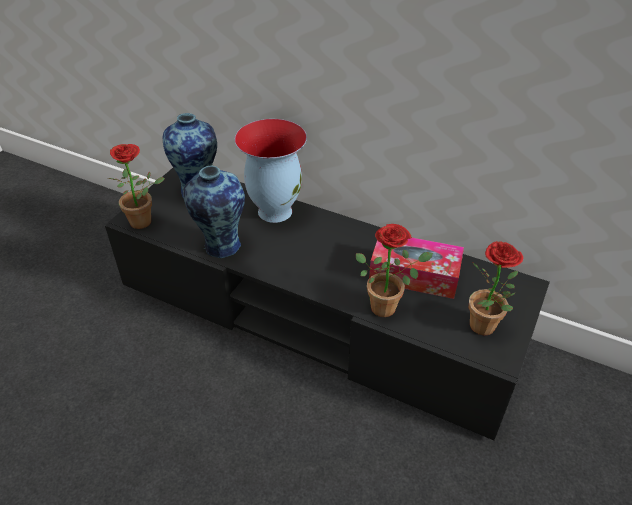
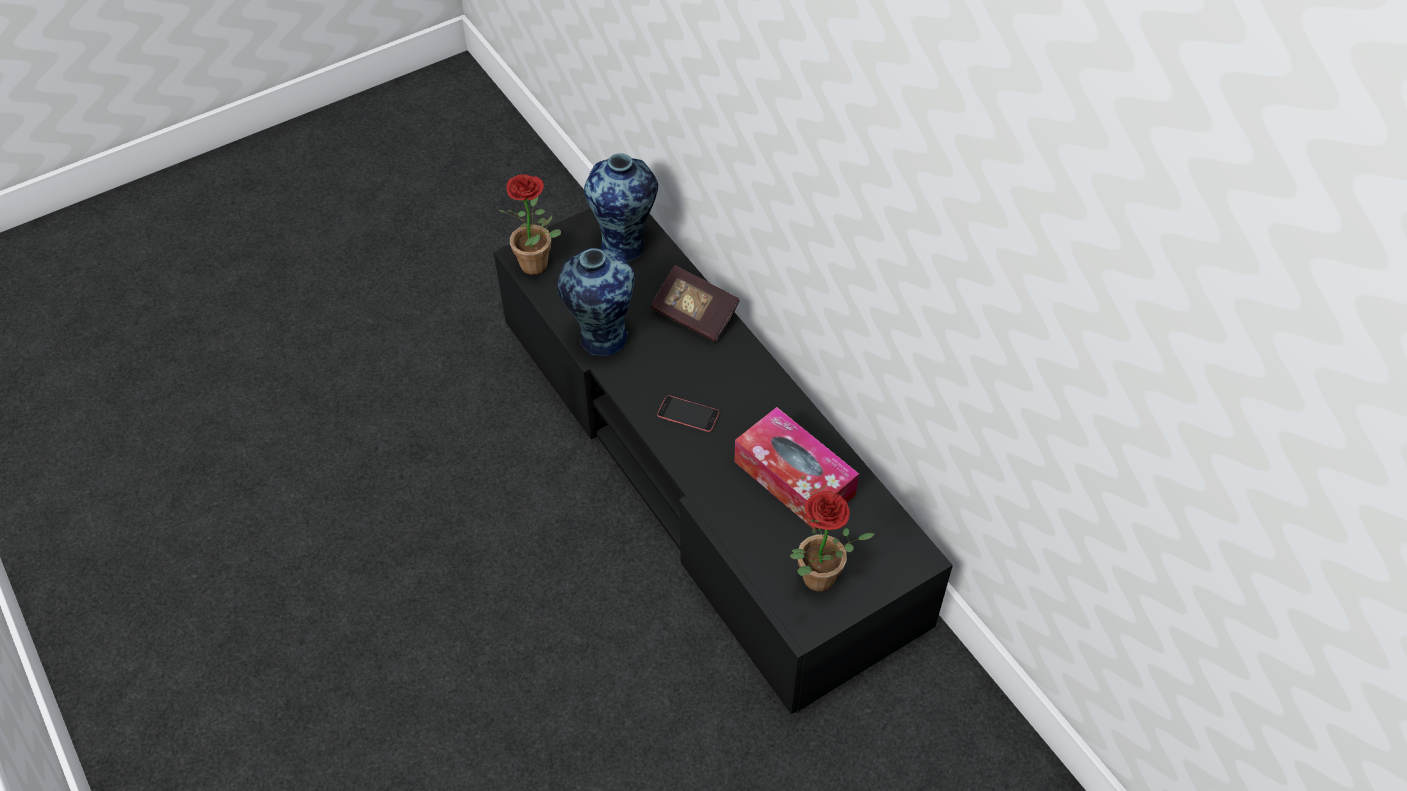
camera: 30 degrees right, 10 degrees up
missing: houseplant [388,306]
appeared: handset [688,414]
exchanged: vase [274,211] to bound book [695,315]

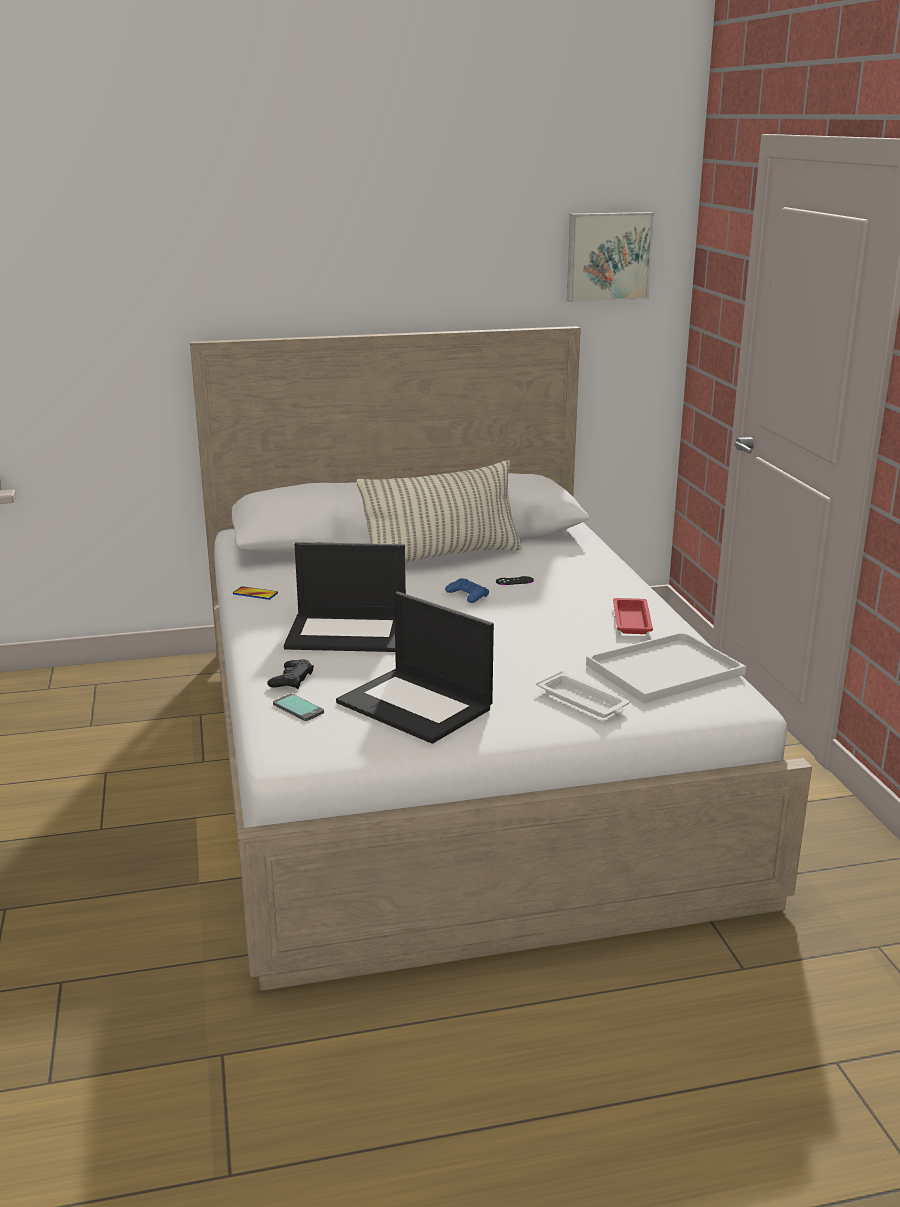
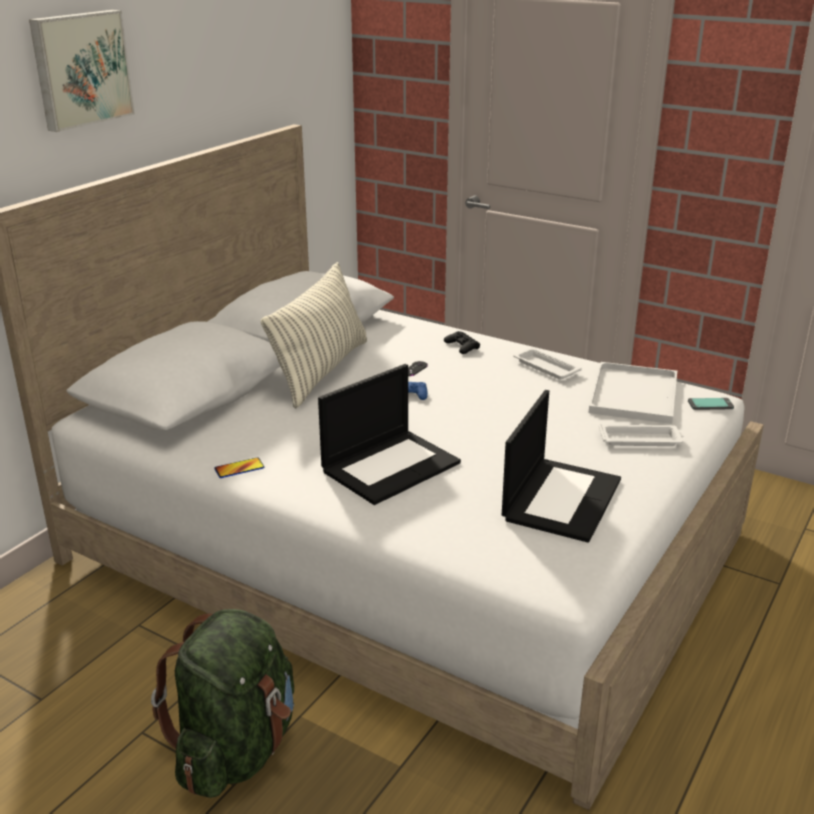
camera: 45 degrees left, 5 degrees up
appeared: green-coloured backpack [236,749]
relocated: black-coloured gamepad [291,679] to [462,346]; handset [298,708] to [710,404]; picture [608,256] to [80,69]
colour: reddish serving tray [631,620] to white serving tray [545,367]
spun: laptop [416,705] = [561,498] 60 degrees counterclockwise

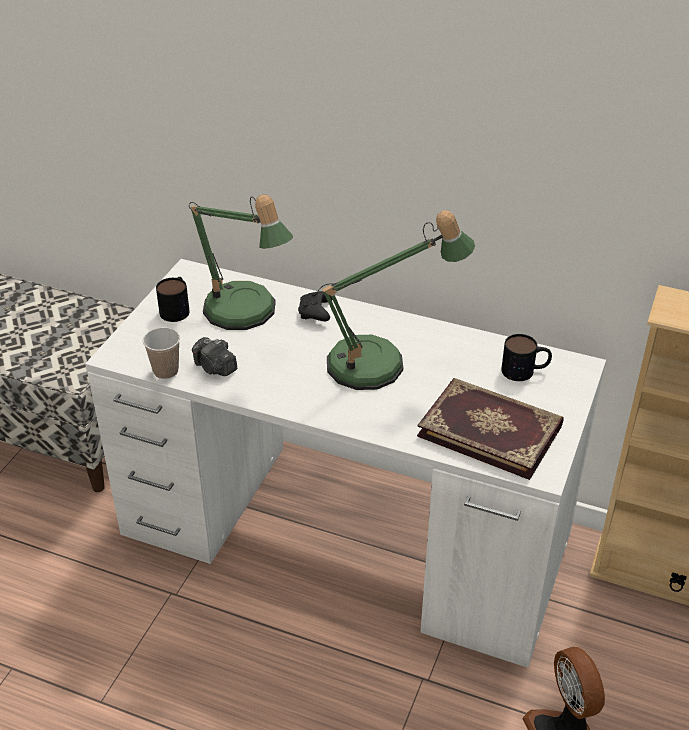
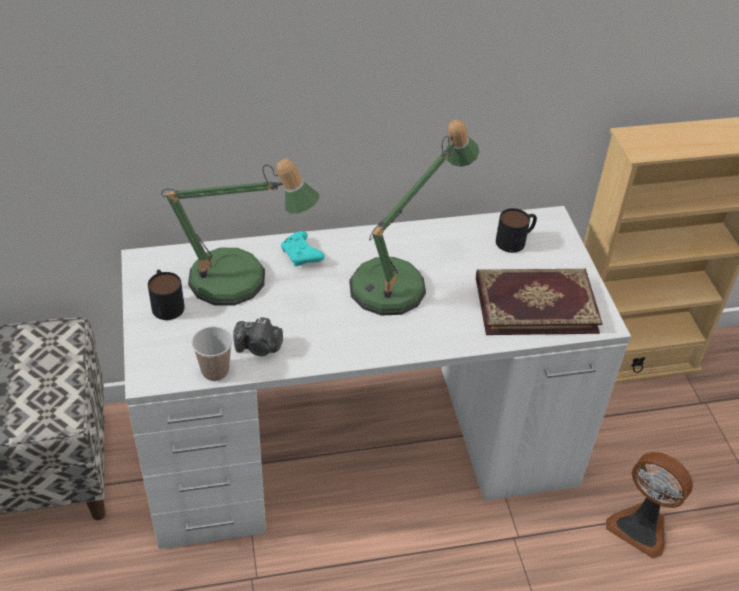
camera: 35 degrees left, 5 degrees up
colour: black-coloured gamepad [316,313] to blue-green gamepad [302,256]

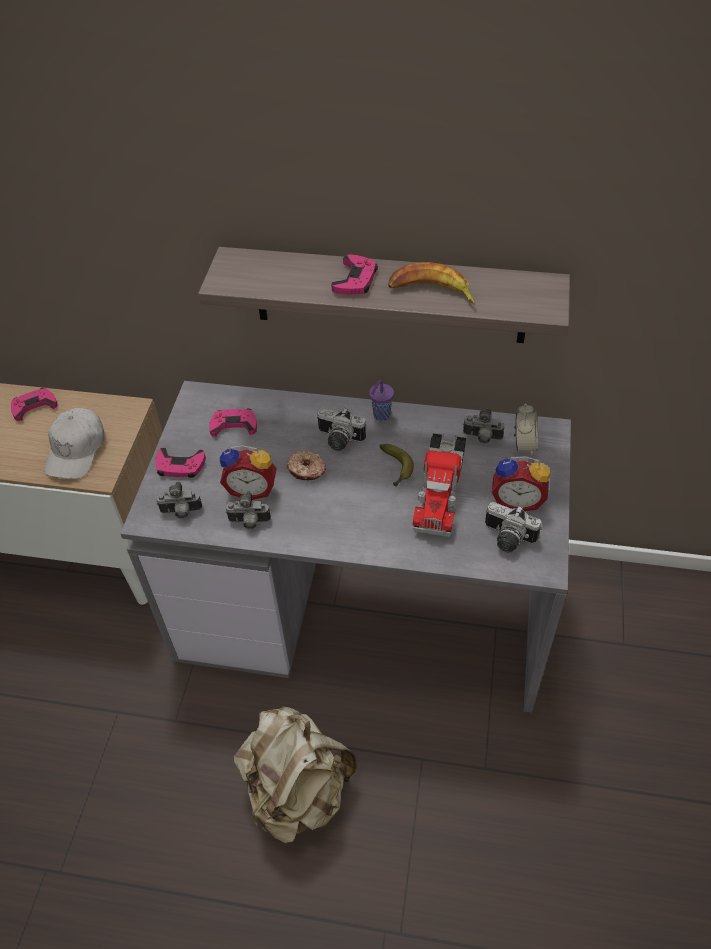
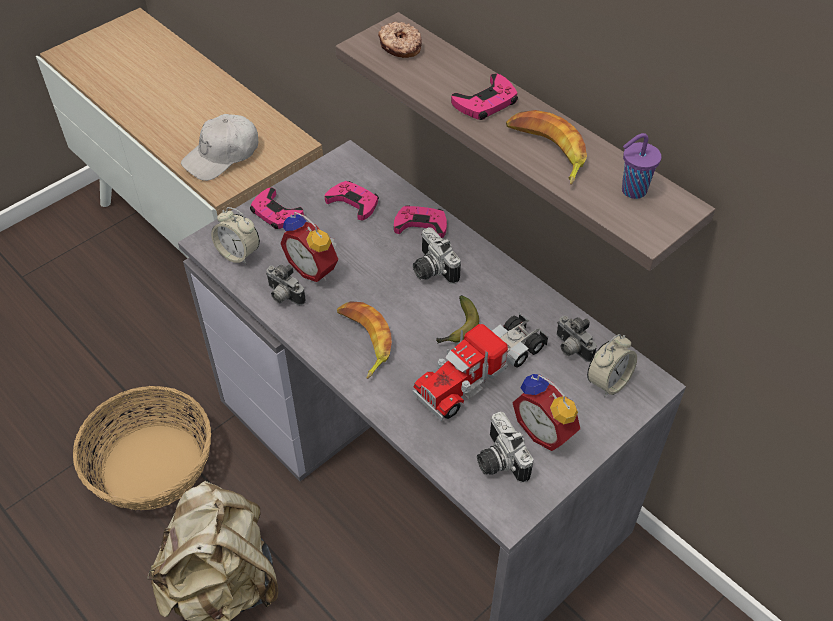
camera: 35 degrees right, 0 degrees up
appeared: basket [153,465]; banana fruit [363,341]
relocated: pinkish gamepad [34,406] to [421,225]; ring doughnut [306,470] to [400,47]; purplish small cup [381,415] to [632,191]
exchanged: photo camera [181,512] to alarm clock [238,254]

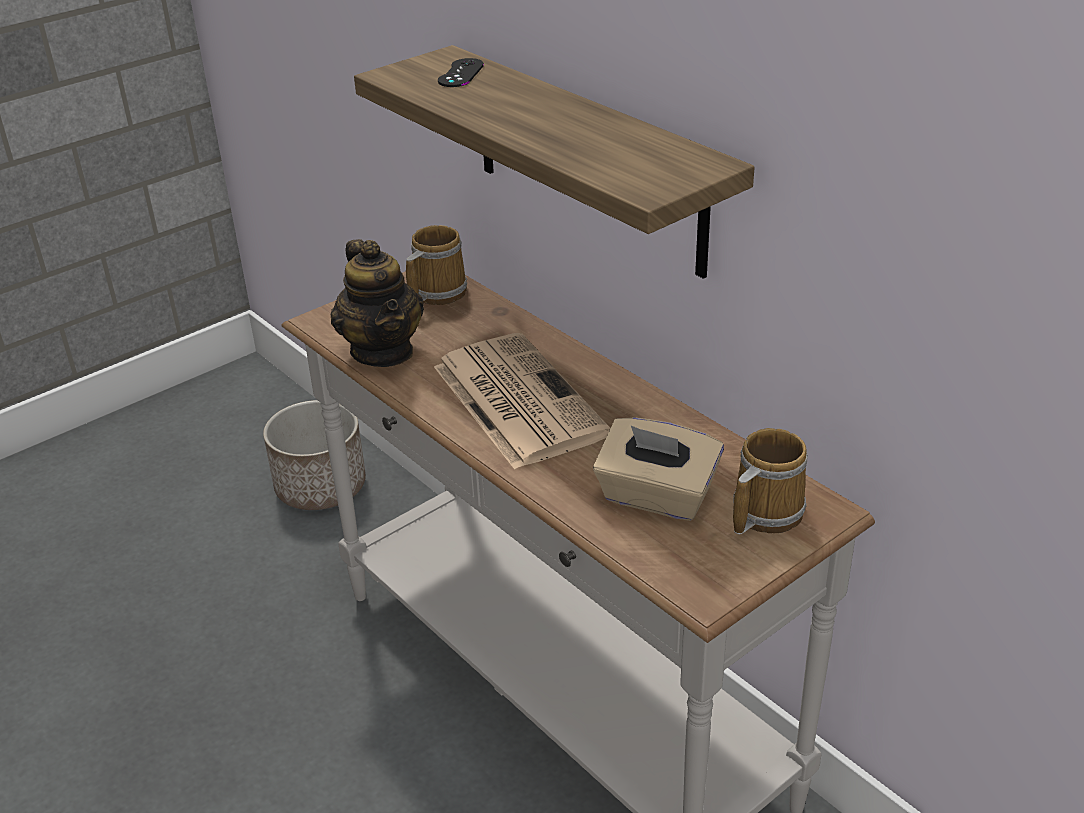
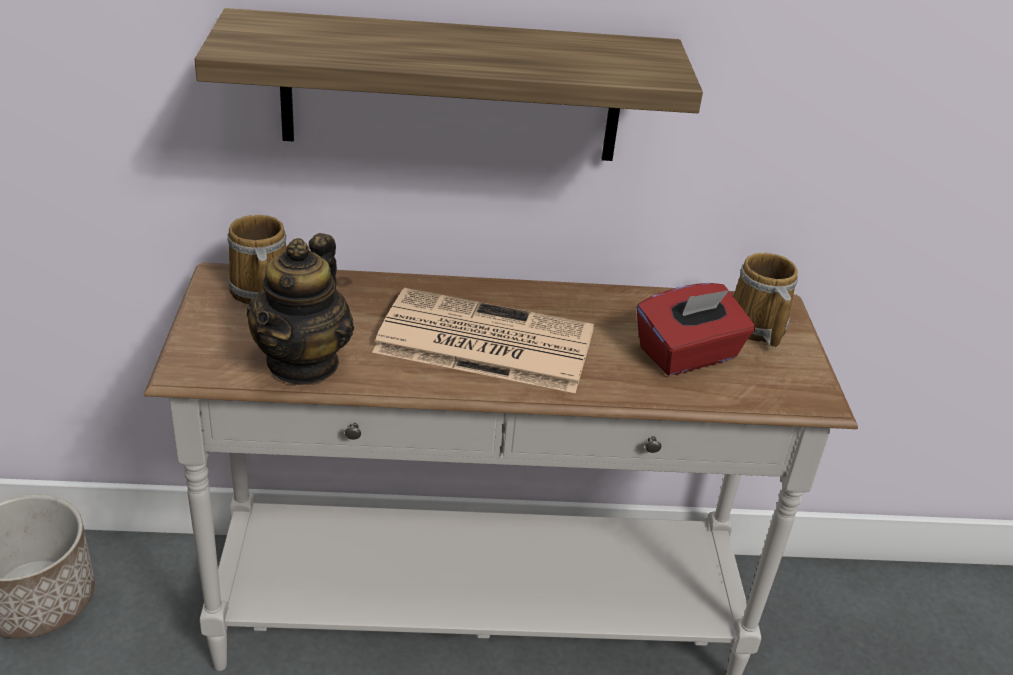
camera: 55 degrees left, 0 degrees up
missing: black-coloured gamepad [461,73]
colour: sand-coloured box of tissues [656,497] to reddish box of tissues [688,355]
spun: pot for tea [383,351] = [304,363] 90 degrees clockwise

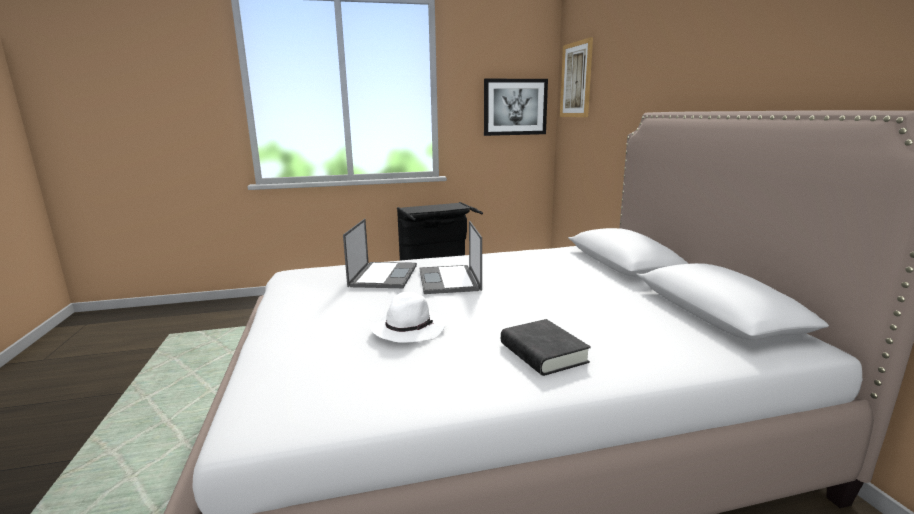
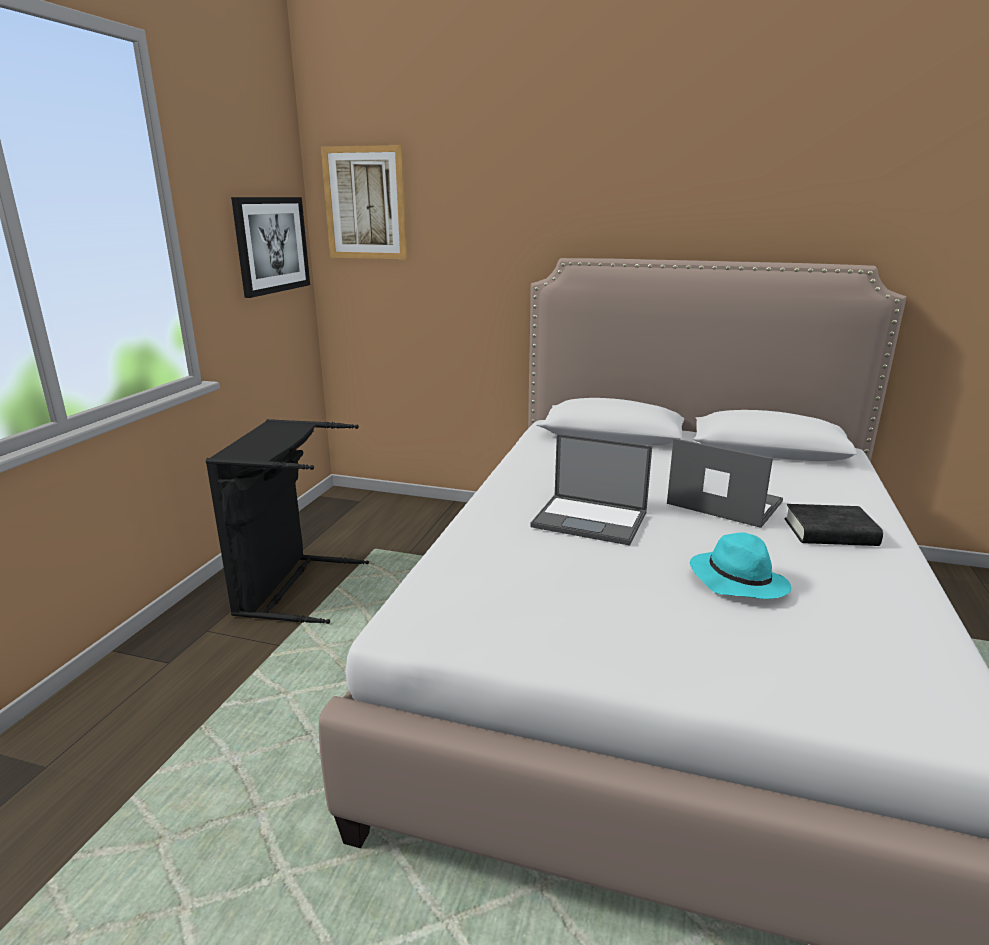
camera: 60 degrees left, 5 degrees up
relocated: laptop [383,275] to [722,503]
colour: white hat [409,329] to blue-green hat [736,580]

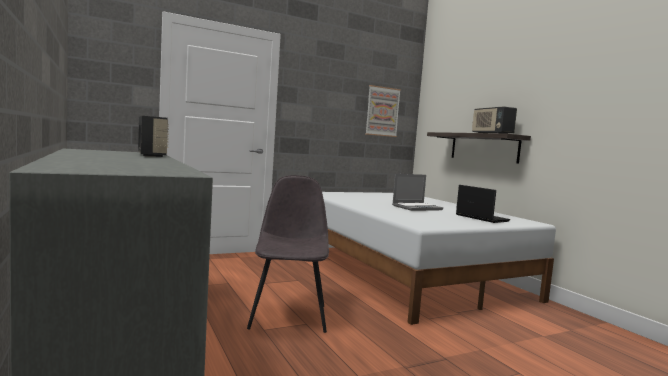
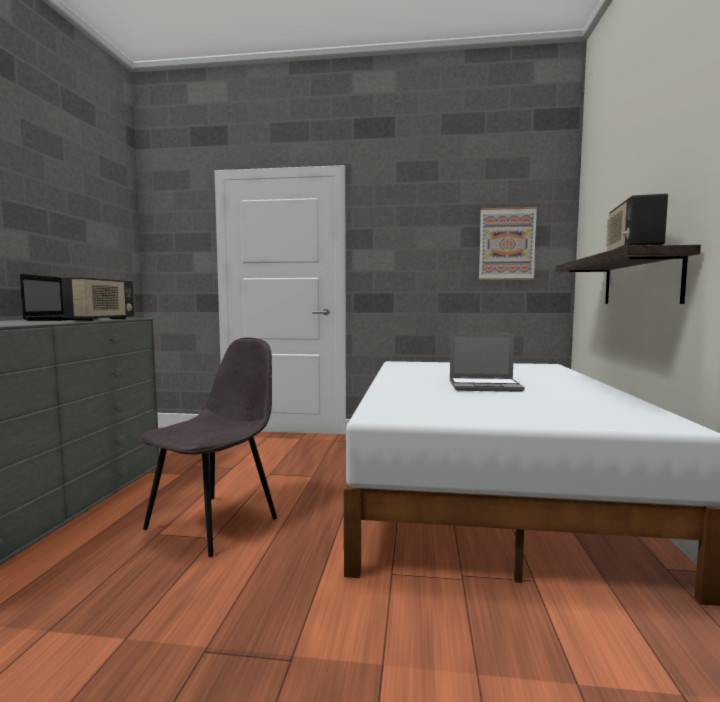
camera: 35 degrees right, 0 degrees up
relocated: laptop [480,218] to [64,319]

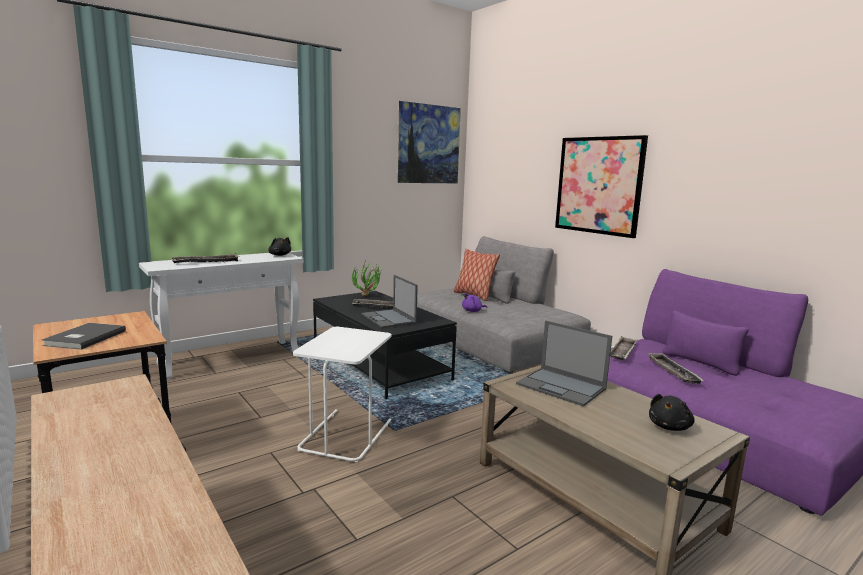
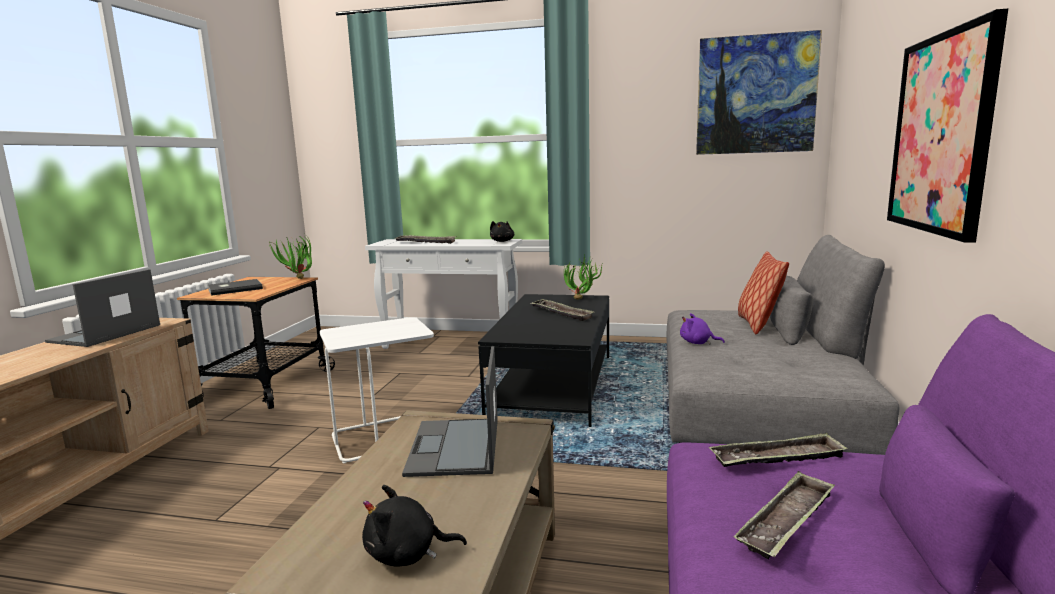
camera: 50 degrees right, 0 degrees up
appeared: houseplant [298,280]
relocated: laptop [389,319] to [104,334]

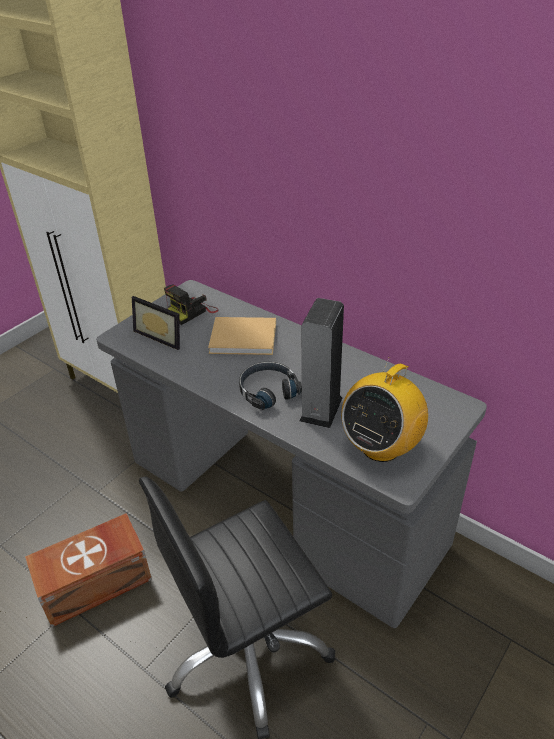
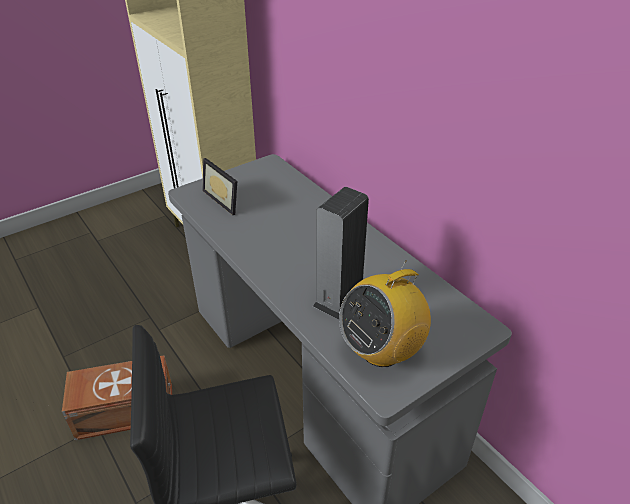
camera: 15 degrees right, 0 degrees up
missing: photo camera [191,312]; sand-coloured bound book [245,338]; black-coloured pair of headphones [267,390]

